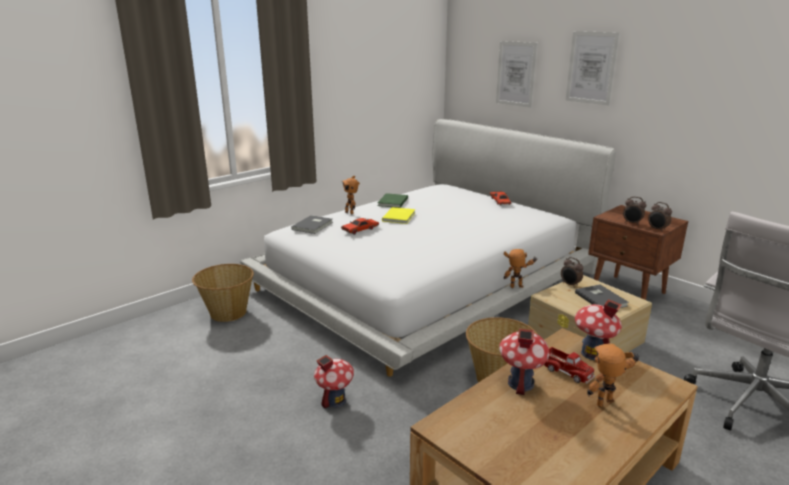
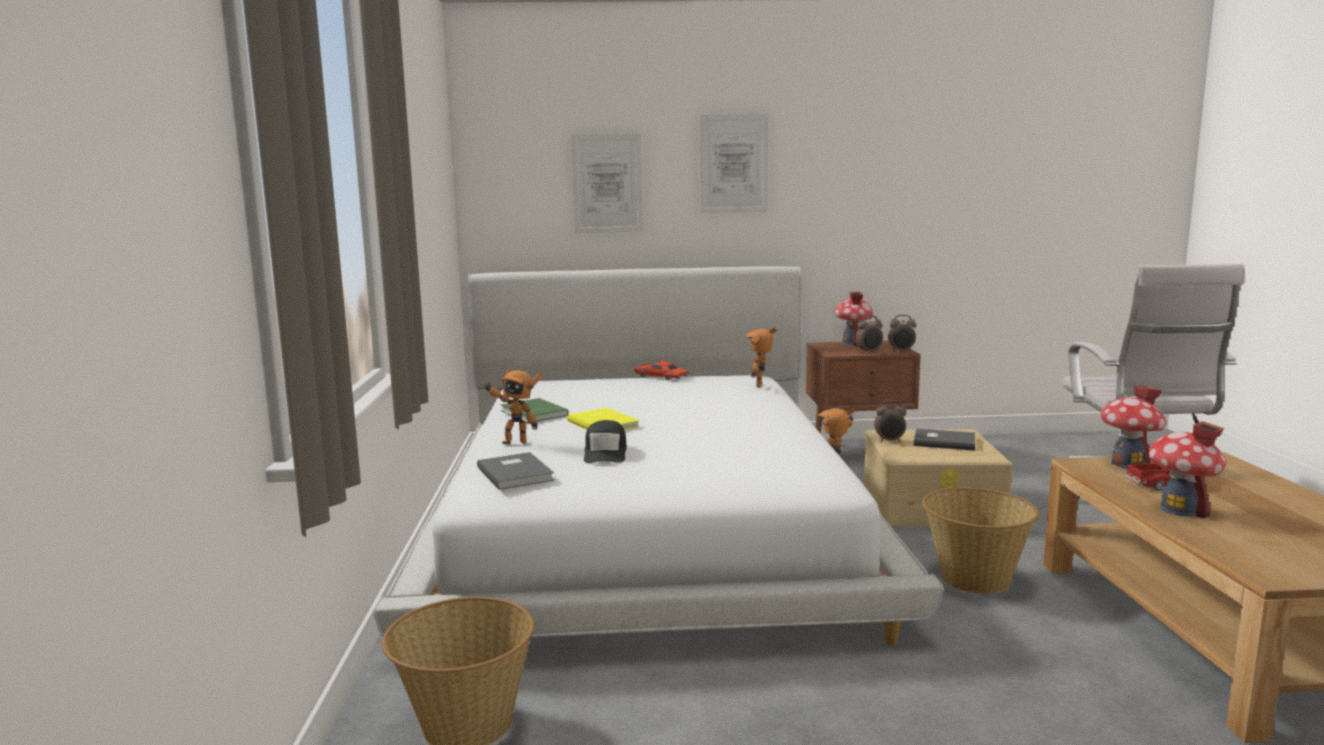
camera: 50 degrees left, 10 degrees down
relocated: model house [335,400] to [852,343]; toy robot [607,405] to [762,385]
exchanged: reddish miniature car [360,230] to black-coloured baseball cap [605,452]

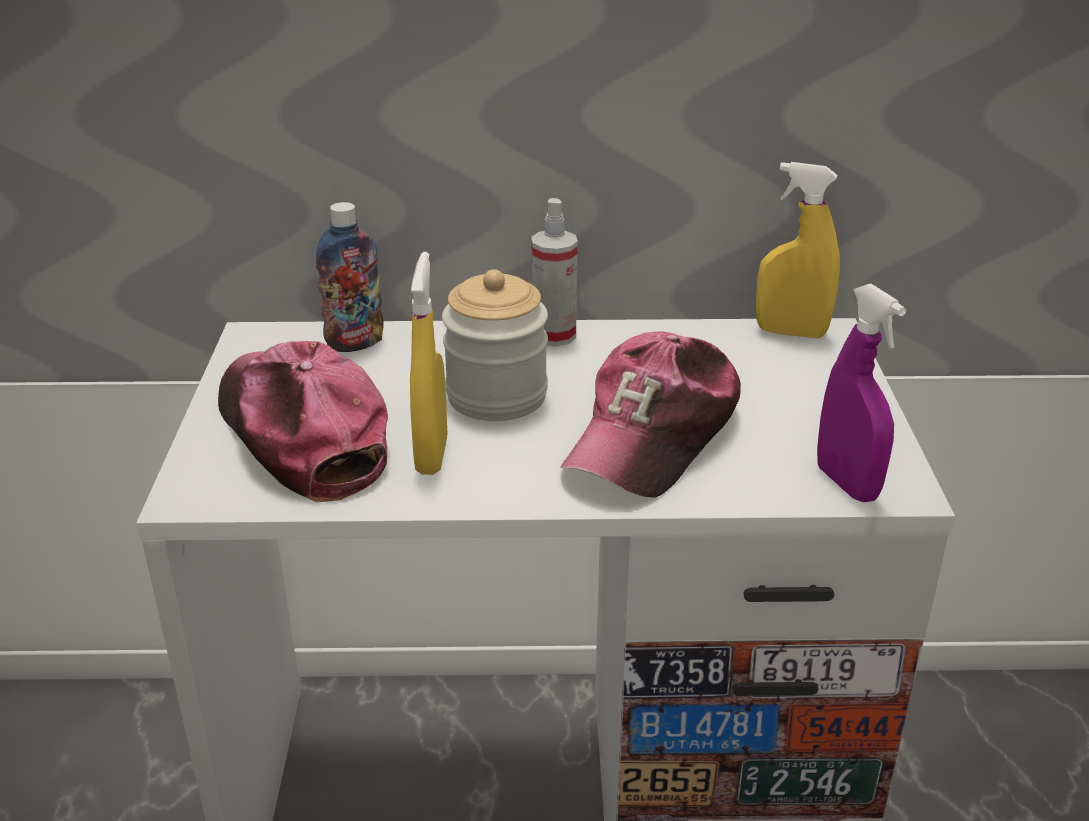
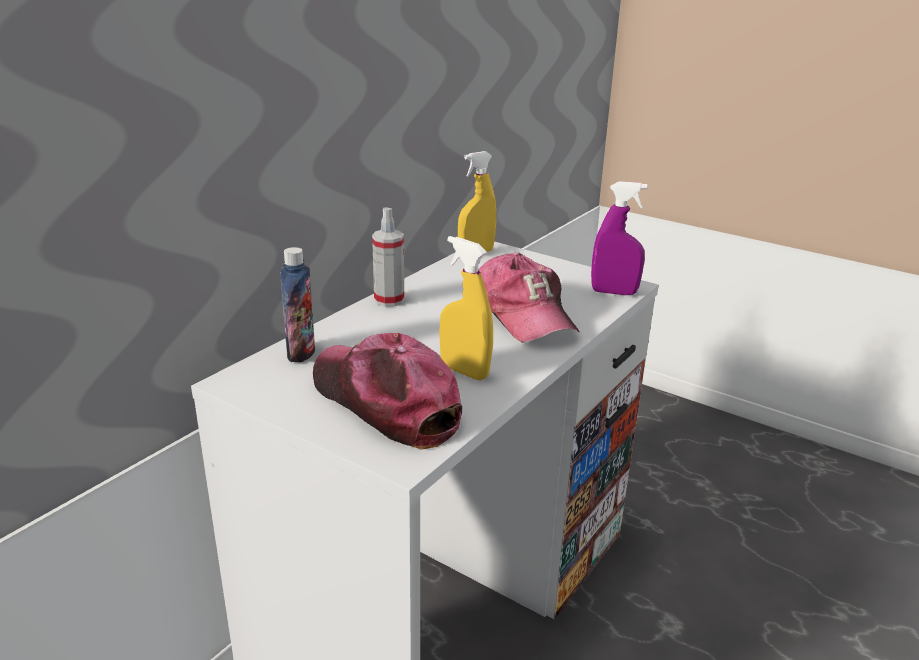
camera: 55 degrees left, 5 degrees down
missing: preserve jar [496,396]
spun: baseball cap [301,435] = [385,402] 45 degrees clockwise

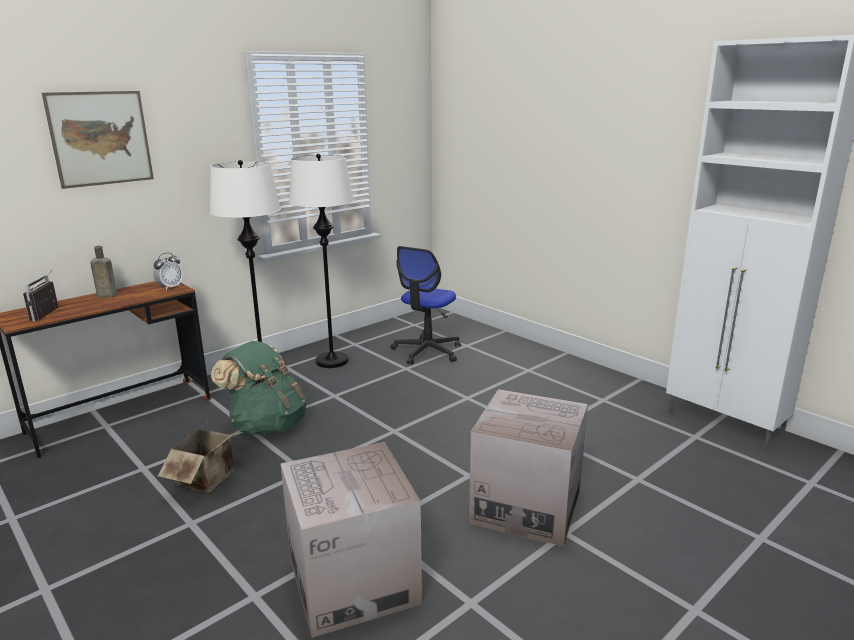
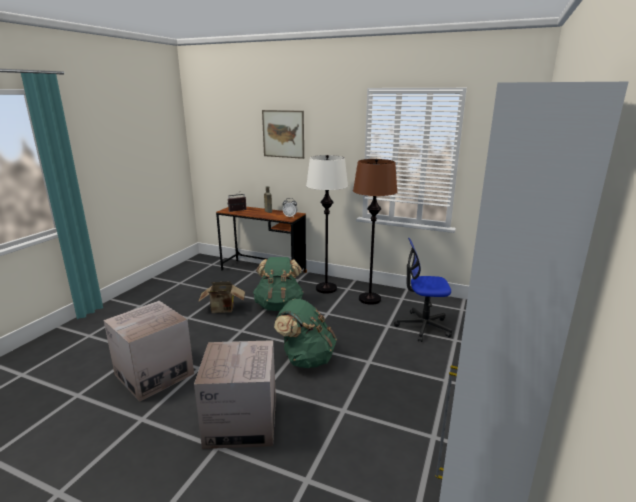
camera: 65 degrees right, 0 degrees up
appeared: green-coloured backpack [306,359]
colour: white standing lamp [332,361] to brown standing lamp [370,299]

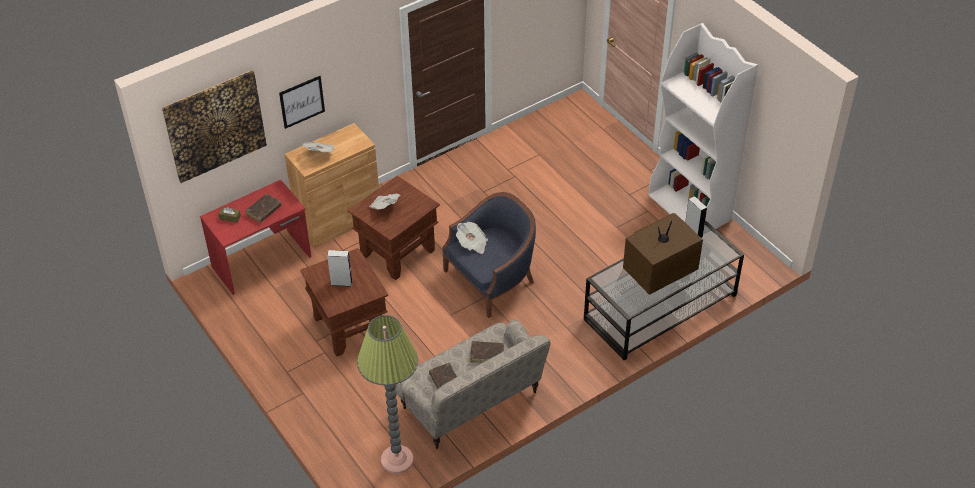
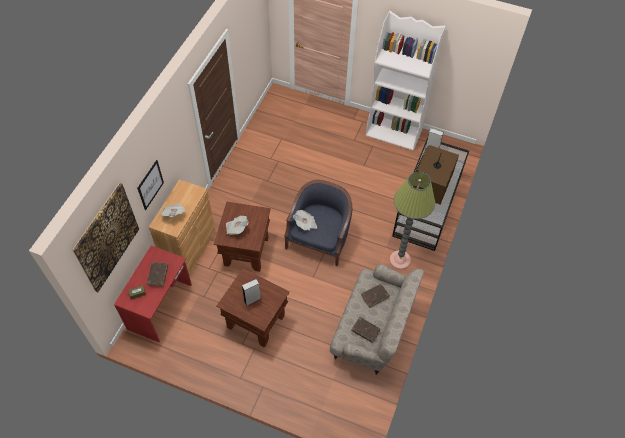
camera: 35 degrees left, 10 degrees up
relocated: standing lamp [397,460] to [400,260]

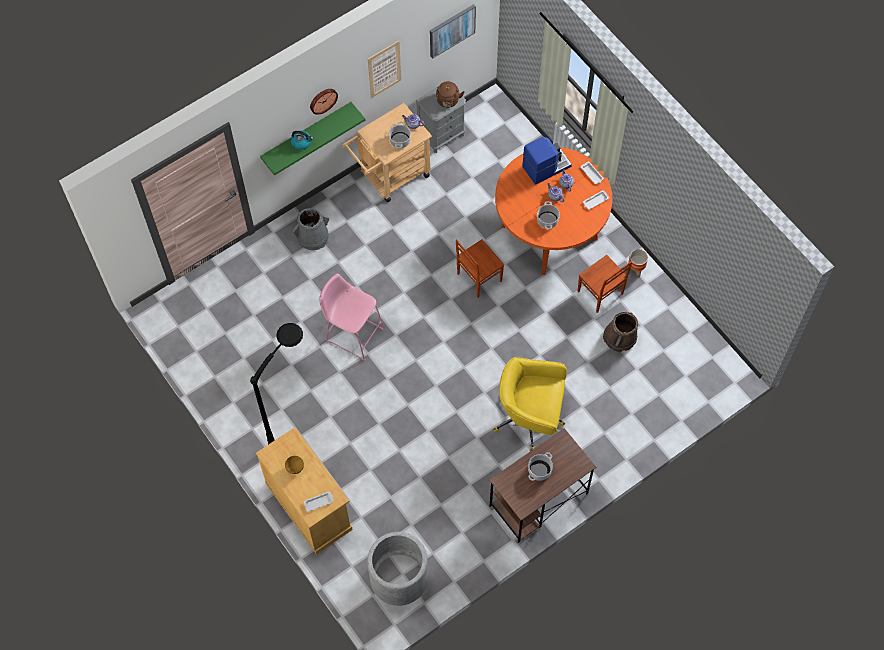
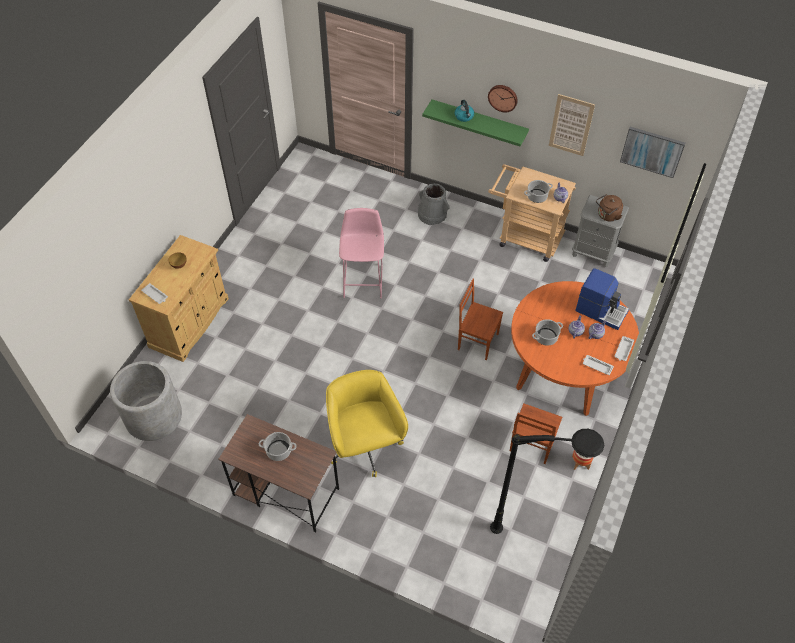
camera: 60 degrees right, 10 degrees down
missing: brown pail [620,337]
relocated: black-coloured standing lamp [296,420] to [537,533]

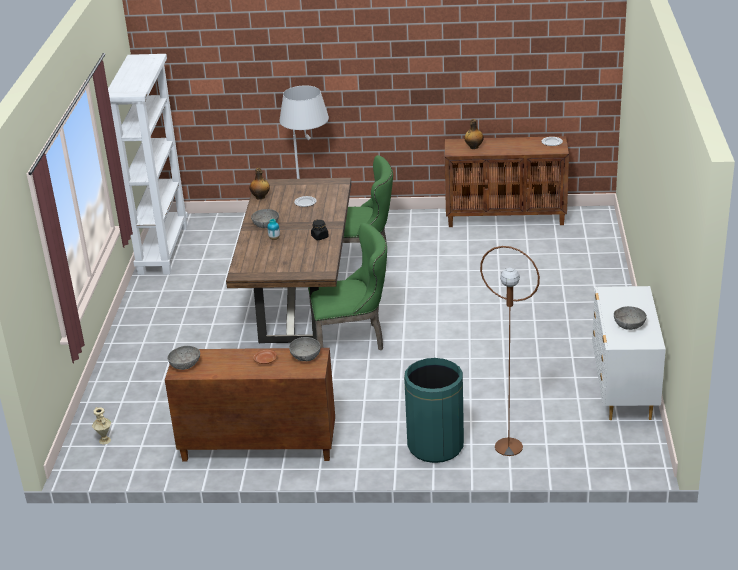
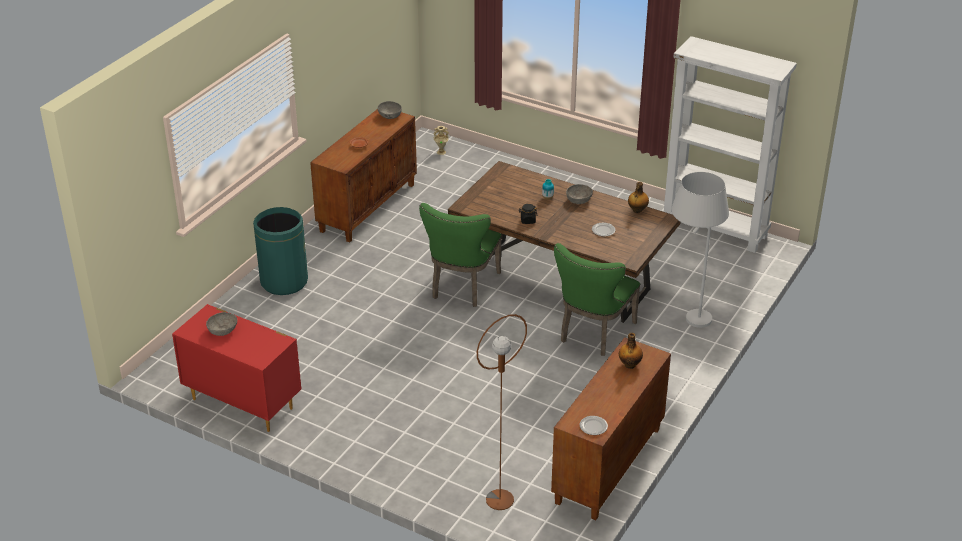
camera: 115 degrees right, 5 degrees up
missing: grey deep dish [305,356]
relocated: brown standing lamp [508,447] to [500,499]
colour: white drawer chest [623,391] to reddish drawer chest [242,403]

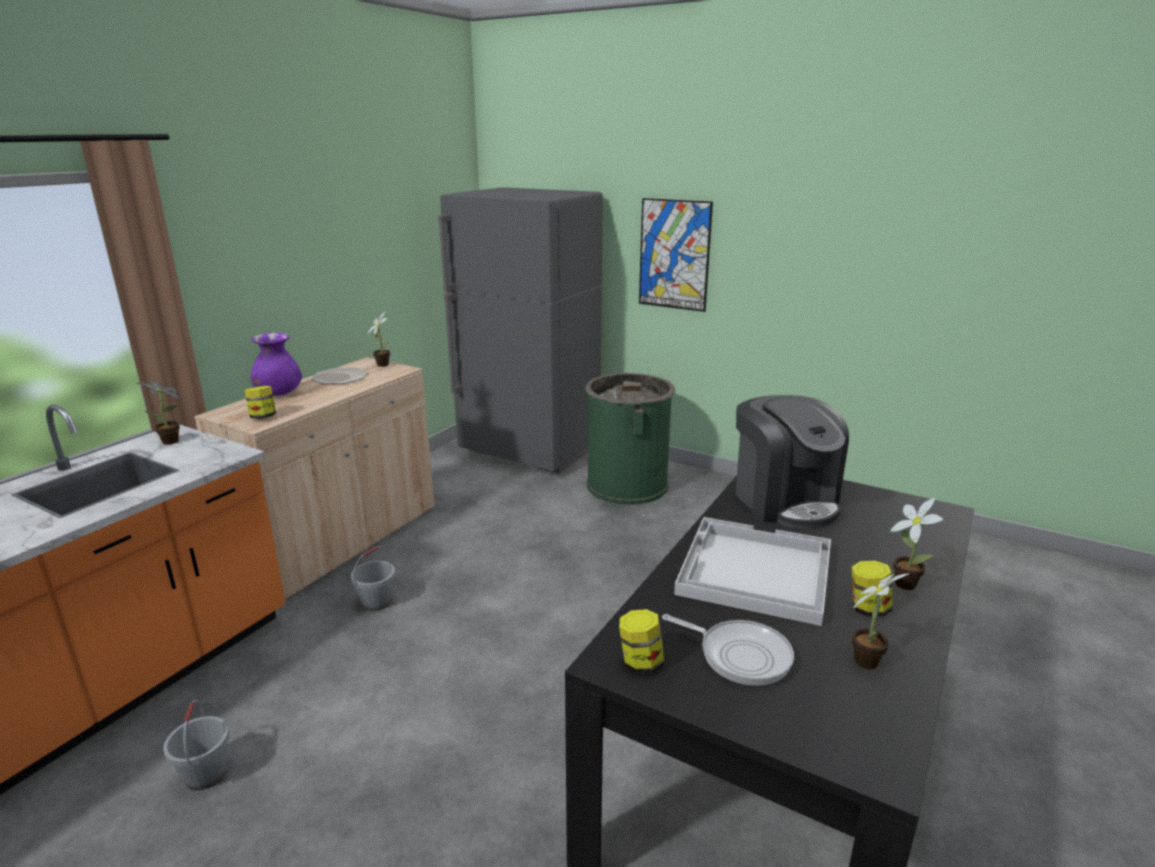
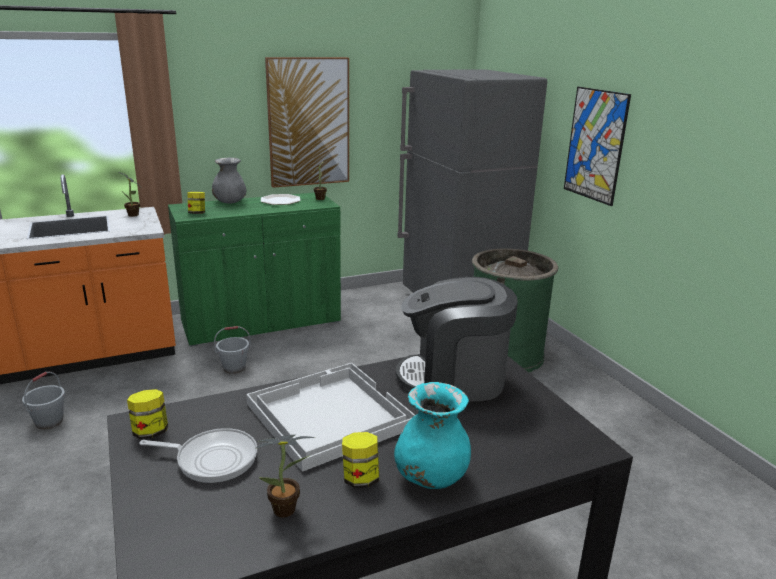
camera: 35 degrees right, 0 degrees up
appeared: picture [308,122]
exchanged: houseplant [904,582] to blue-green vase [431,477]
colour: sand-coloured cupboard [341,540] to green-coloured cupboard [261,323]; purplish vase [279,393] to grey vase [230,202]
spun: skillet [740,655] = [212,459] 60 degrees counterclockwise; coffee maker [784,500] = [454,379] 75 degrees clockwise

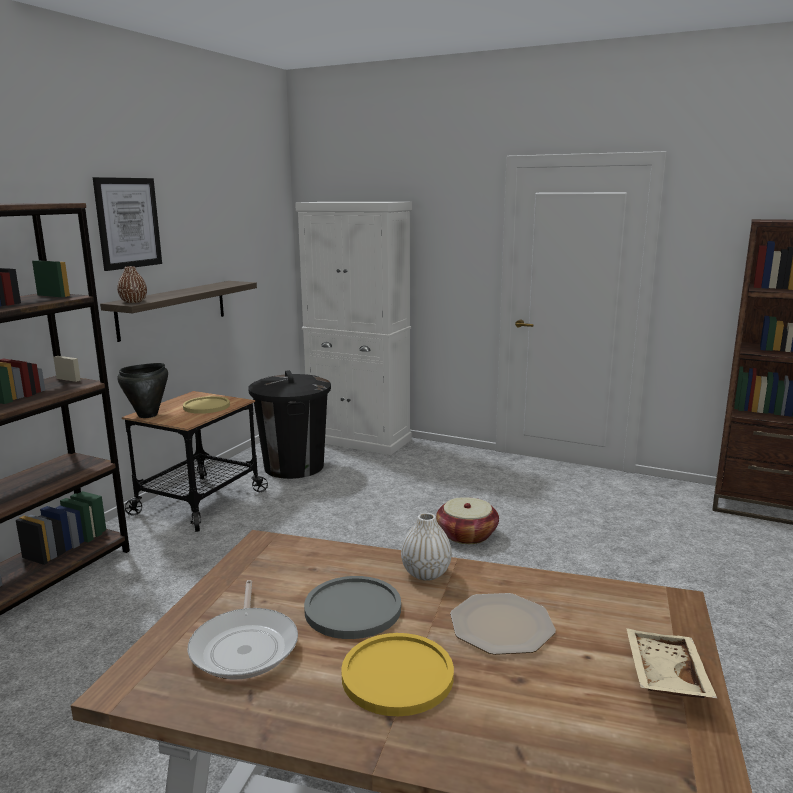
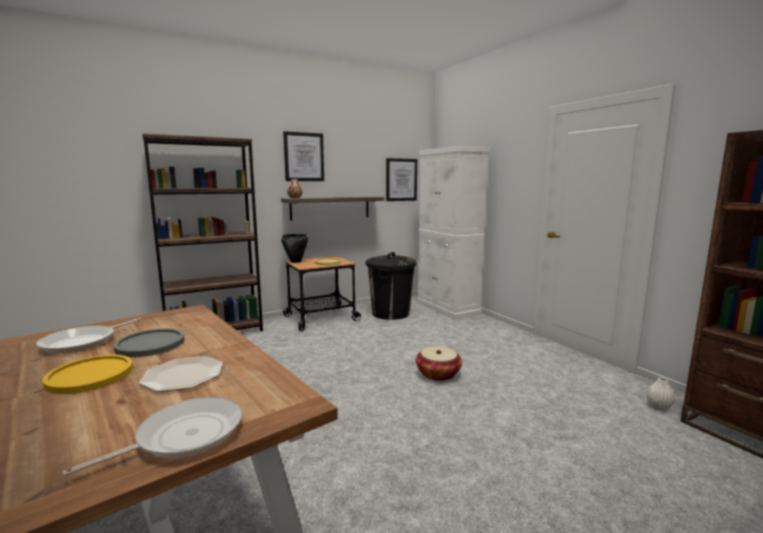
camera: 35 degrees right, 5 degrees down
appeared: picture [401,180]
relocated: white vase [426,573] to [658,406]
exchanged: sand-coloured serving tray [663,675] to skillet [184,436]

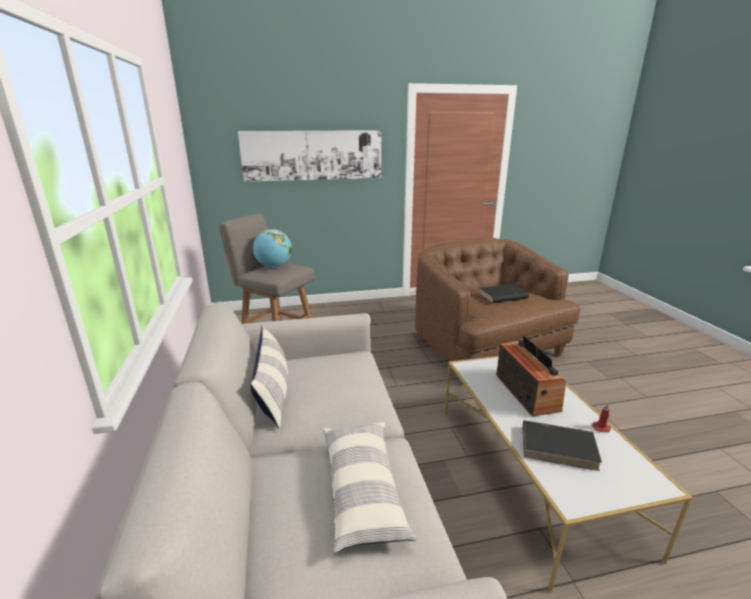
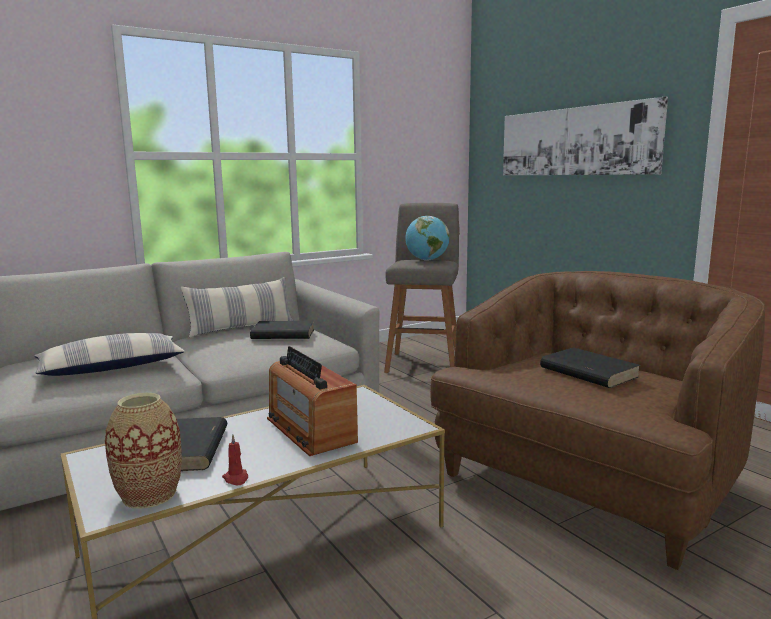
camera: 70 degrees right, 10 degrees down
appeared: vase [149,495]; black-coloured bound book [282,334]
spun: radio [527,392] = [310,430] 90 degrees clockwise

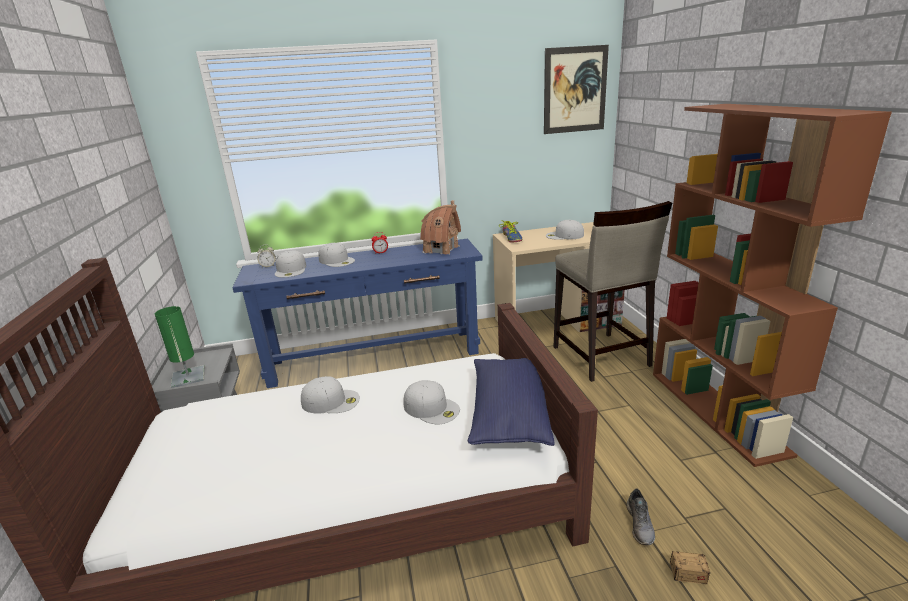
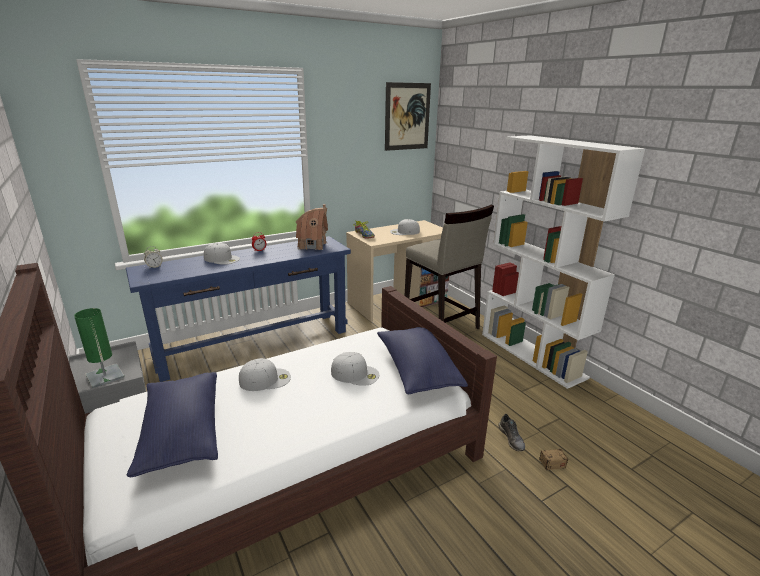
camera: 20 degrees left, 0 degrees up
missing: white baseball cap [291,269]
appeared: blue cushion [182,433]
colour: brown bookshelf [717,411] to white bookshelf [532,355]

